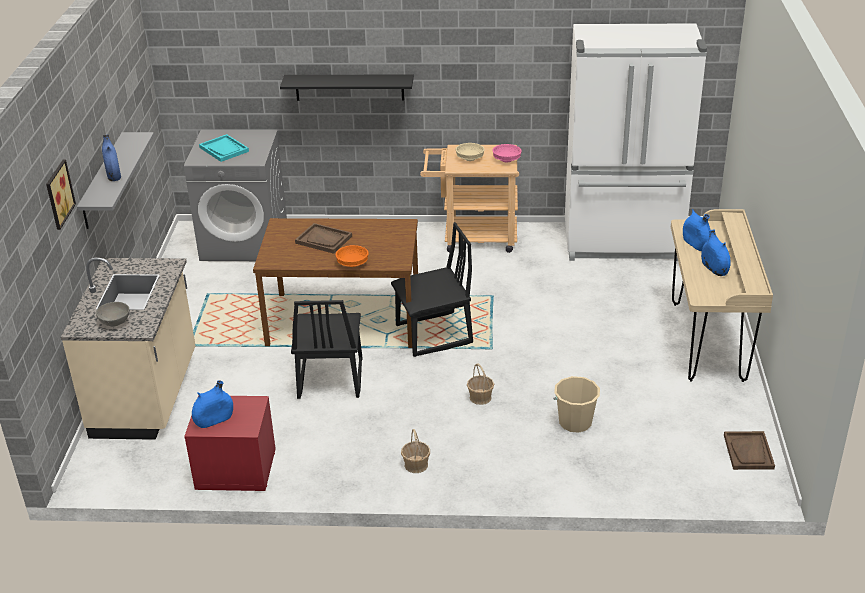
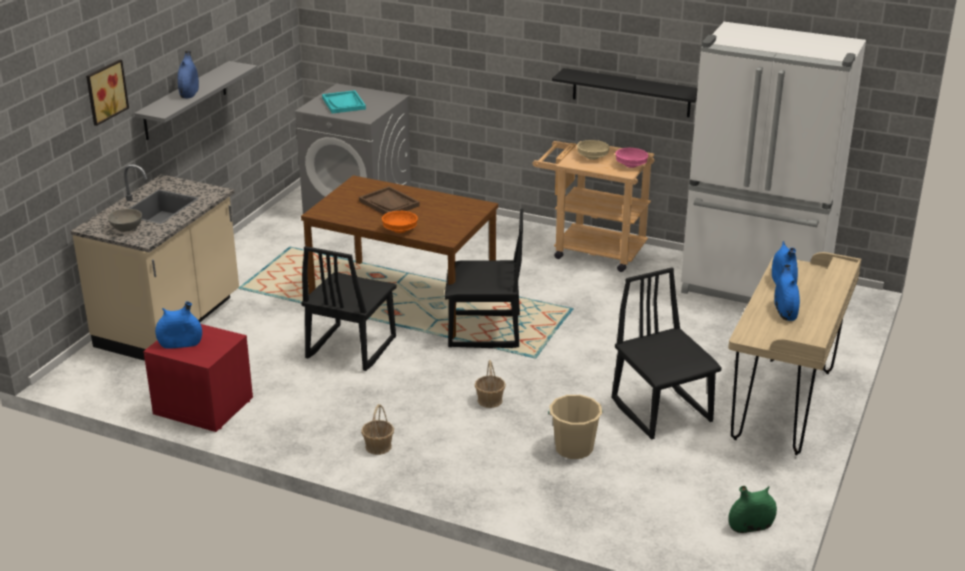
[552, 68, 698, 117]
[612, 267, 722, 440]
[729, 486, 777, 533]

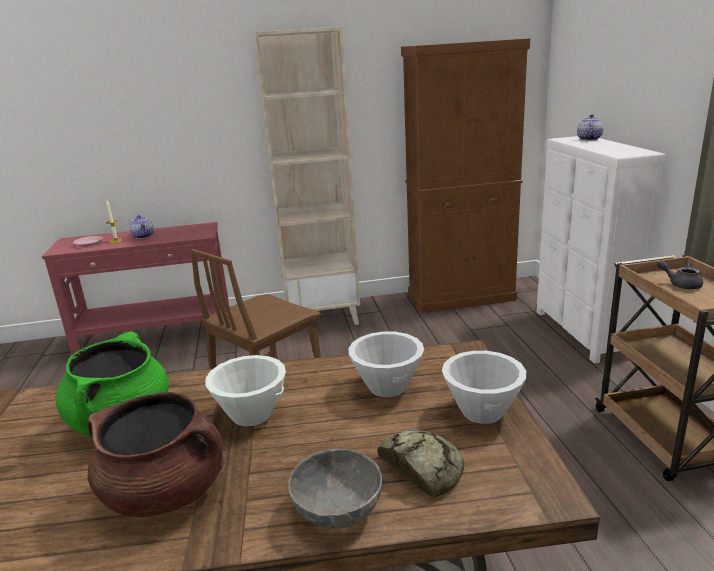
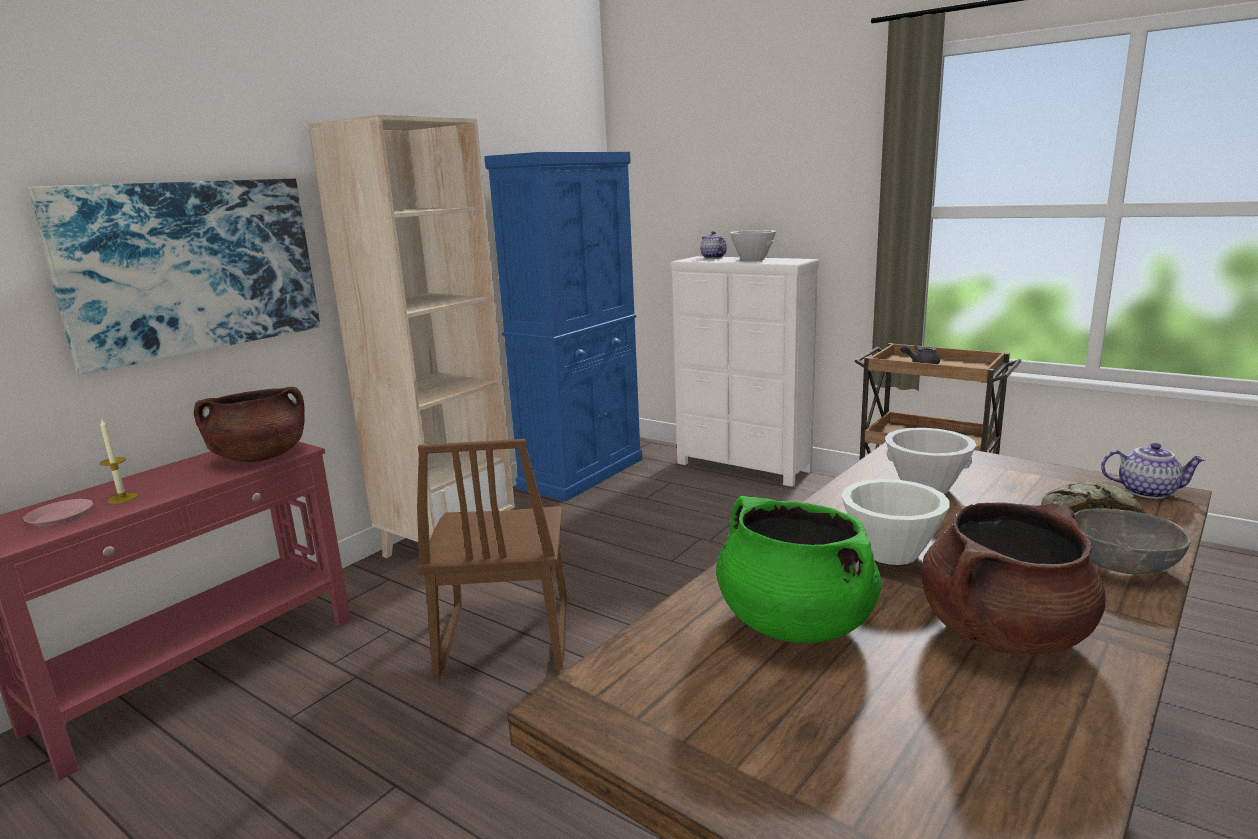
[27, 179, 320, 374]
[194, 387, 305, 462]
[484, 152, 642, 501]
[730, 230, 776, 261]
[1101, 443, 1206, 499]

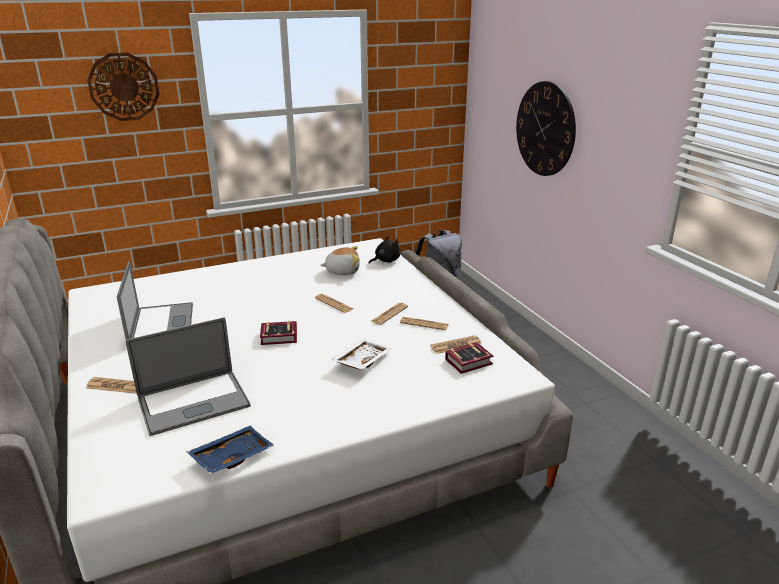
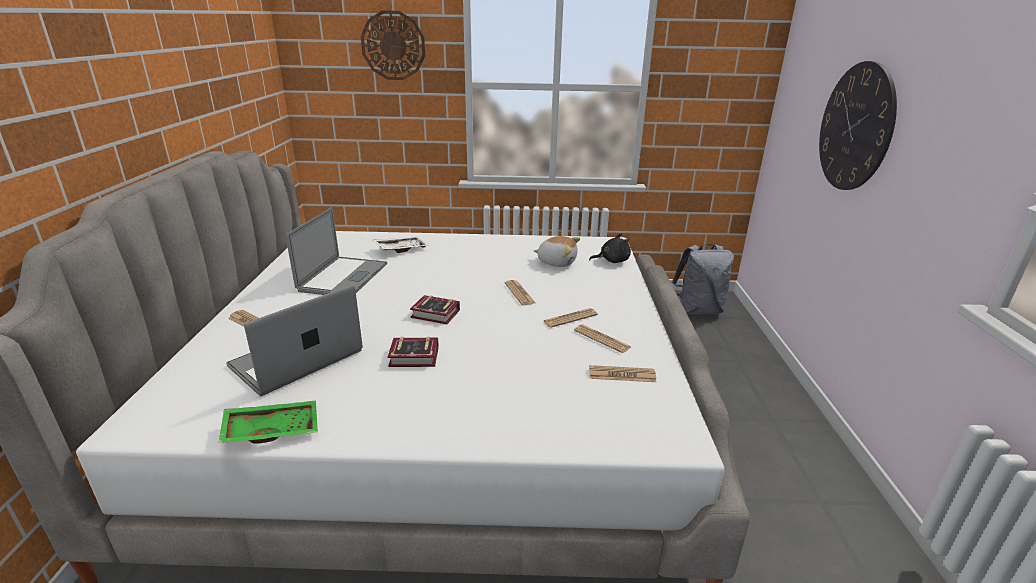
[219, 401, 318, 444]
[226, 285, 363, 396]
[373, 236, 430, 253]
[388, 337, 439, 367]

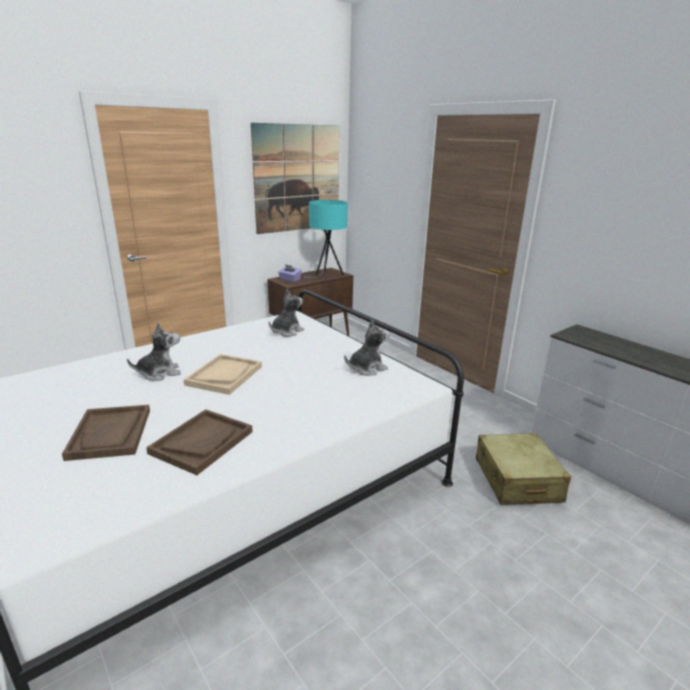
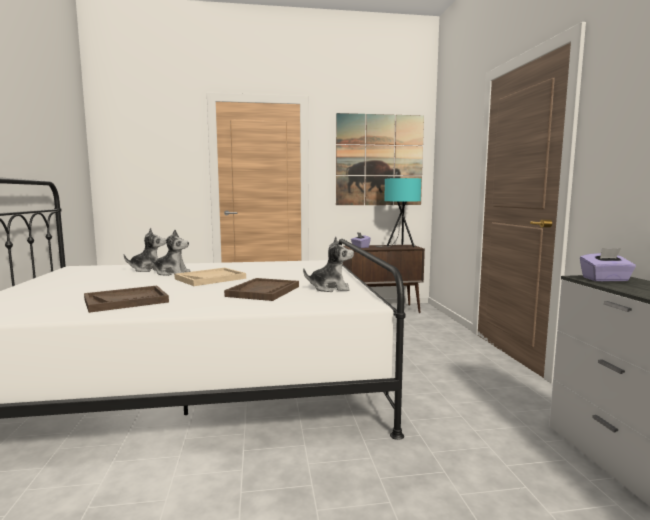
[124, 228, 166, 272]
[224, 278, 299, 301]
[580, 248, 636, 282]
[476, 433, 571, 505] (first image)

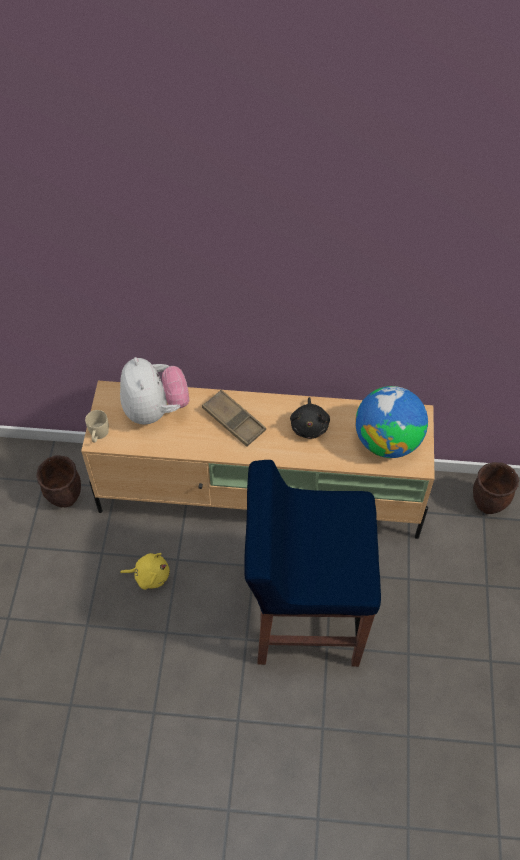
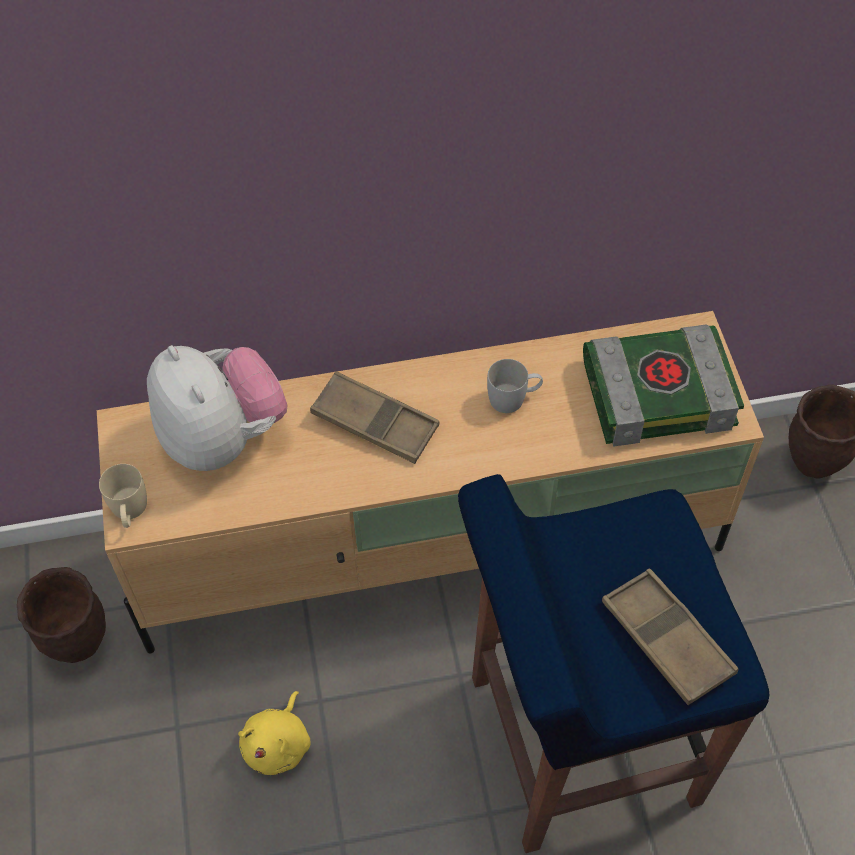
[238, 691, 311, 775]
[487, 359, 543, 413]
[583, 325, 744, 447]
[602, 568, 738, 705]

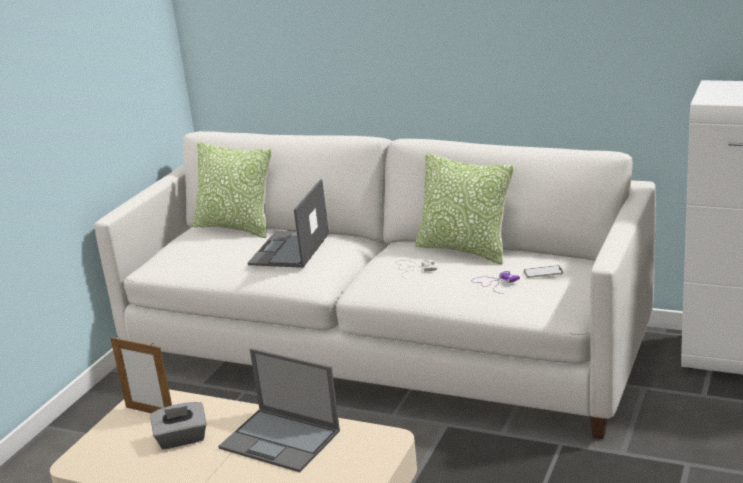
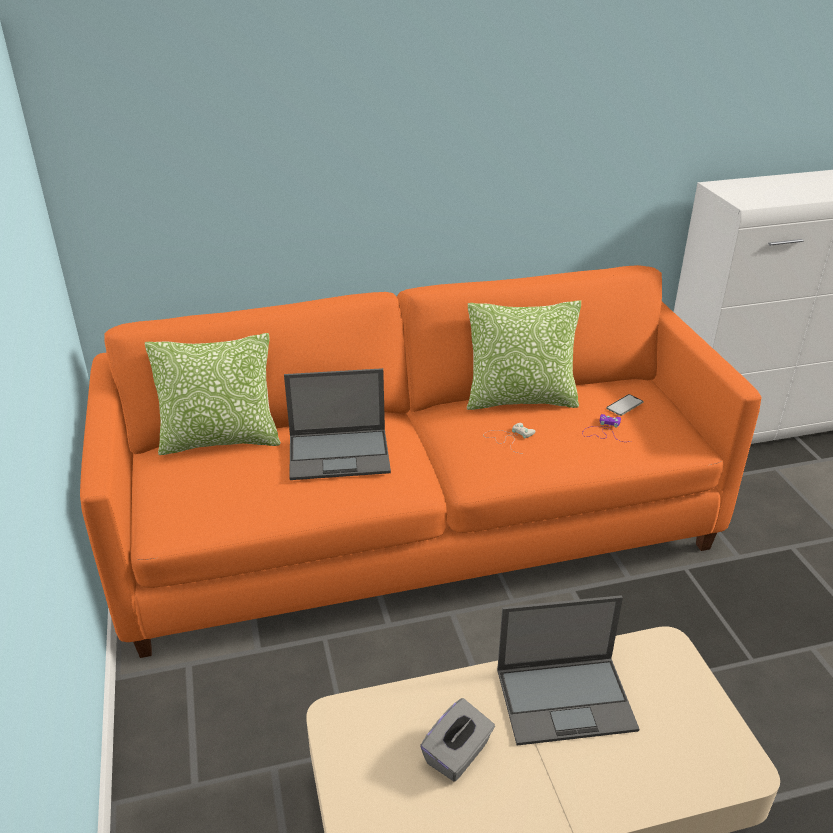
[80, 265, 762, 658]
[284, 368, 391, 480]
[111, 336, 172, 413] (first image)

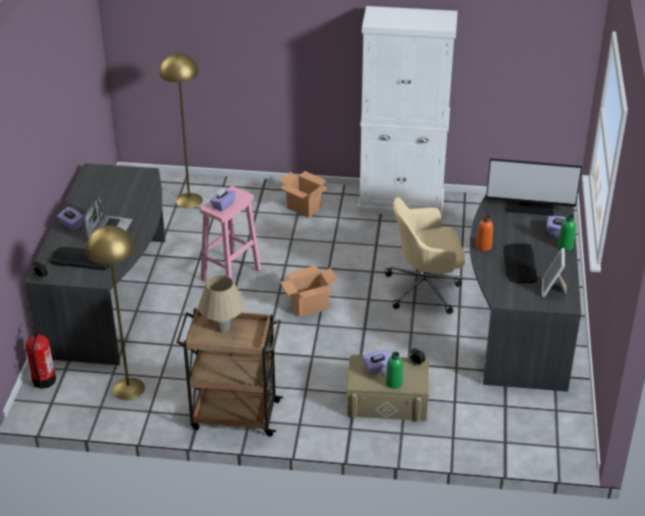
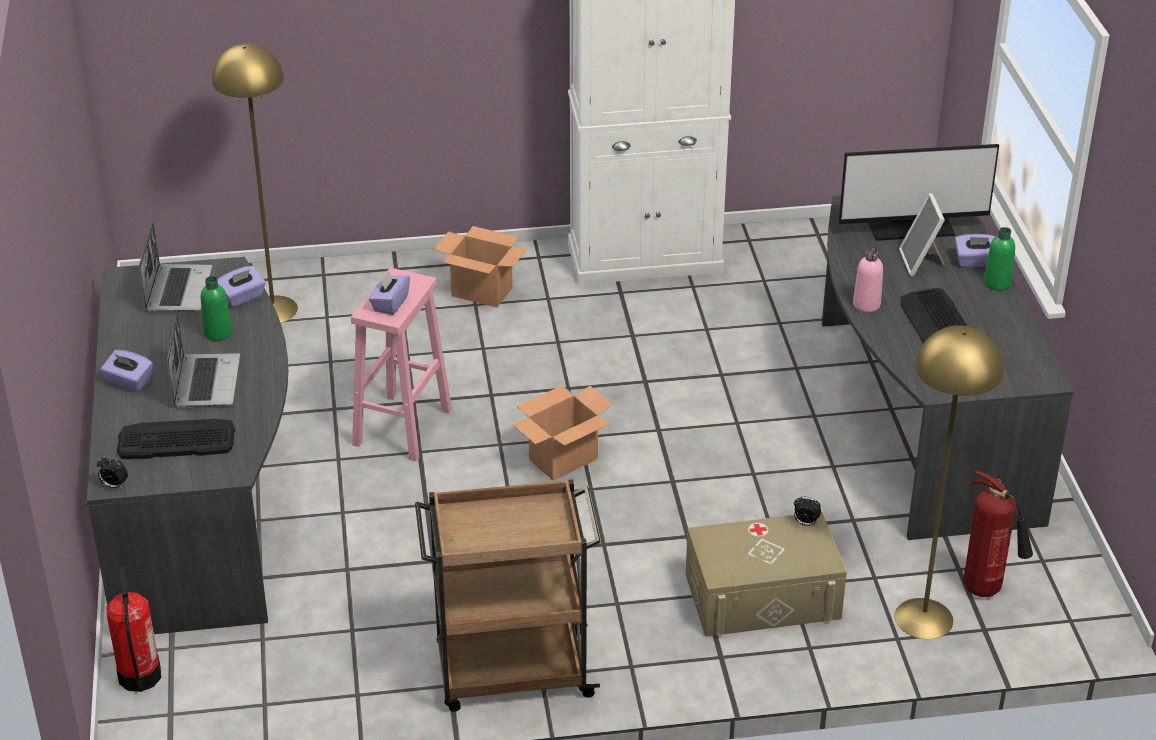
[139, 222, 212, 312]
[201, 276, 232, 341]
[217, 266, 266, 308]
[853, 248, 883, 312]
[895, 325, 1004, 639]
[899, 193, 945, 276]
[963, 470, 1033, 597]
[198, 275, 244, 333] (first image)
[385, 197, 466, 314] (first image)

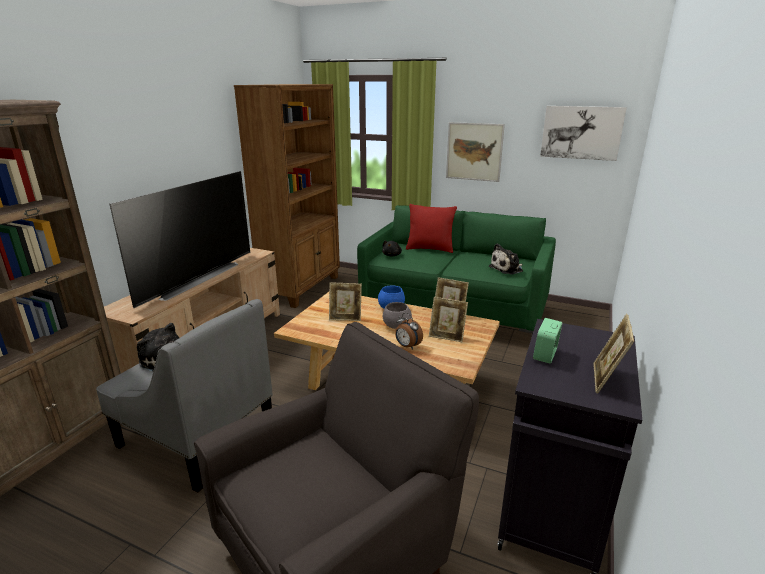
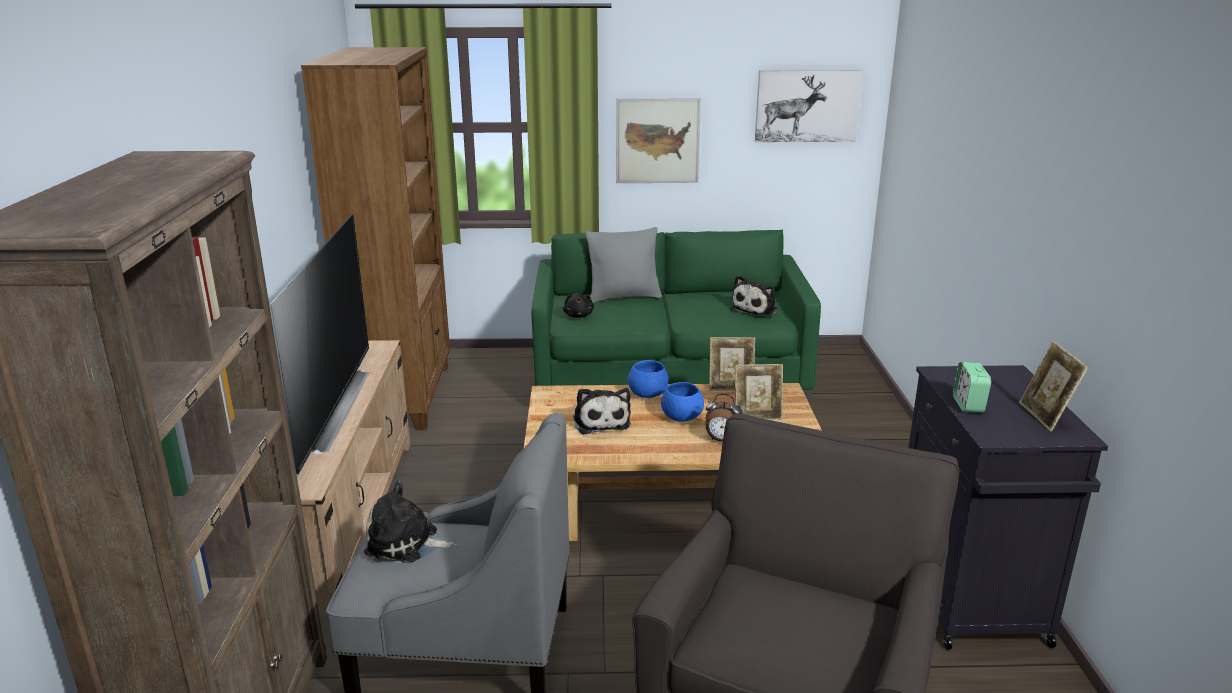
[573, 388, 631, 435]
[585, 227, 662, 303]
[661, 382, 704, 421]

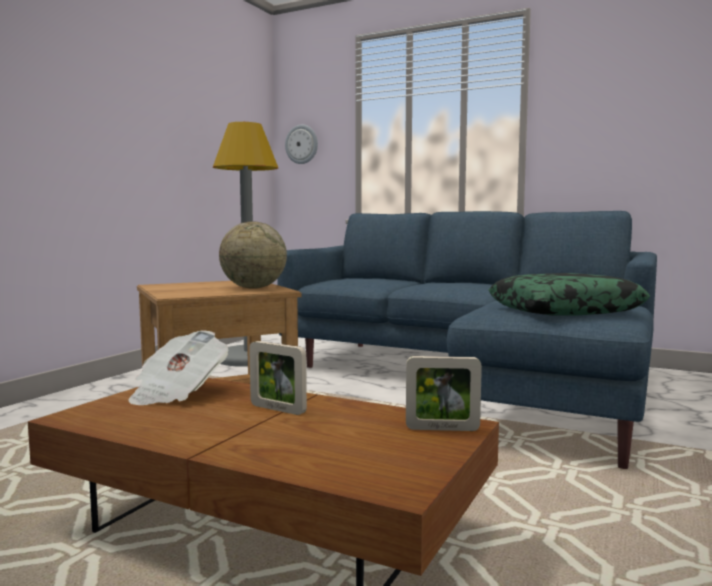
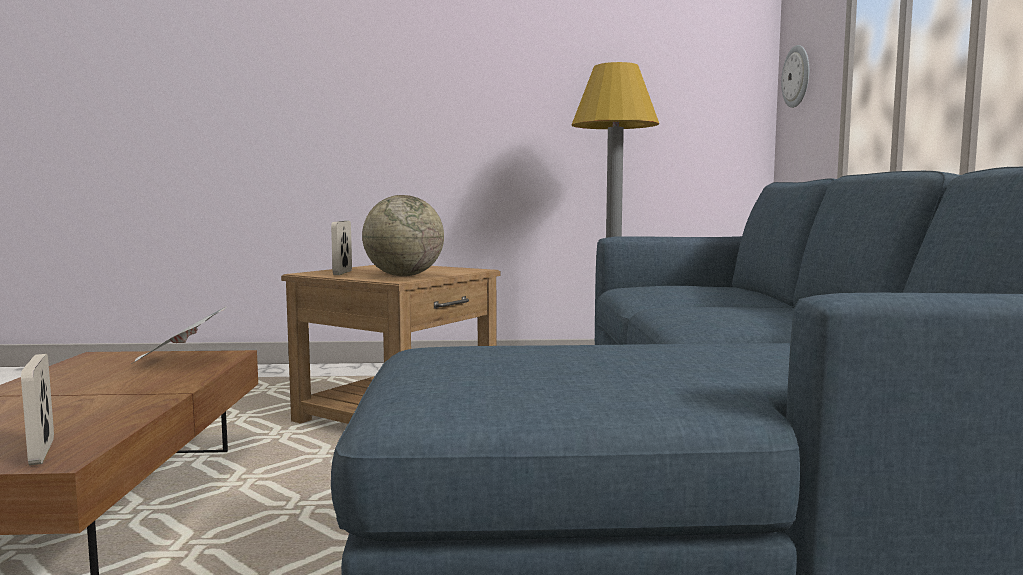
[331, 221, 352, 275]
[488, 273, 650, 316] (first image)

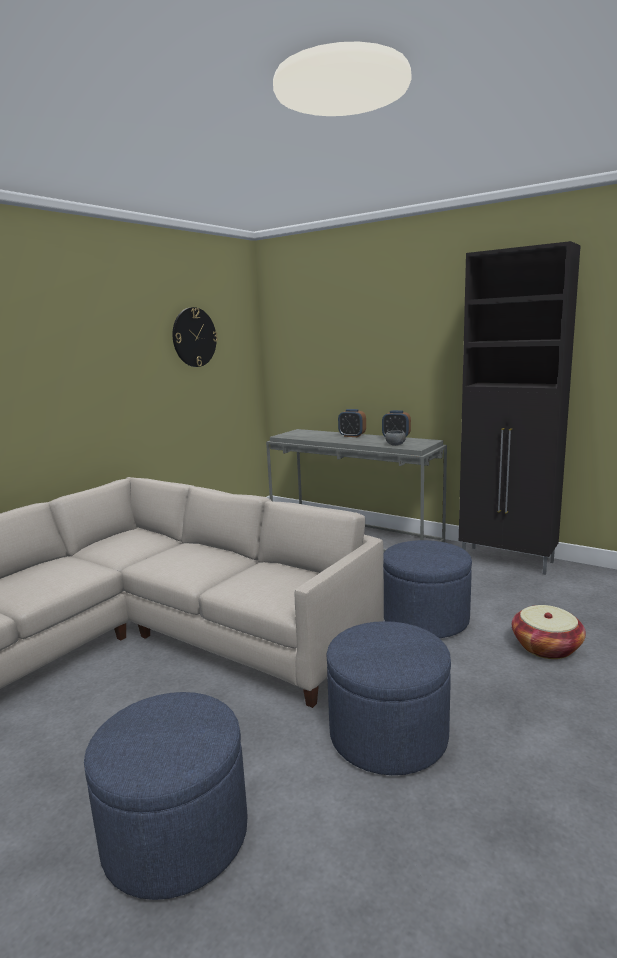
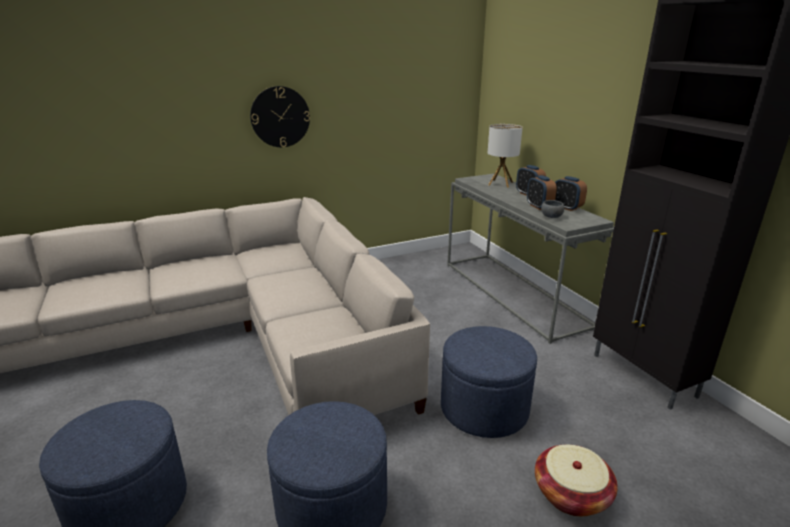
[250, 86, 310, 147]
[488, 124, 523, 188]
[527, 175, 557, 210]

